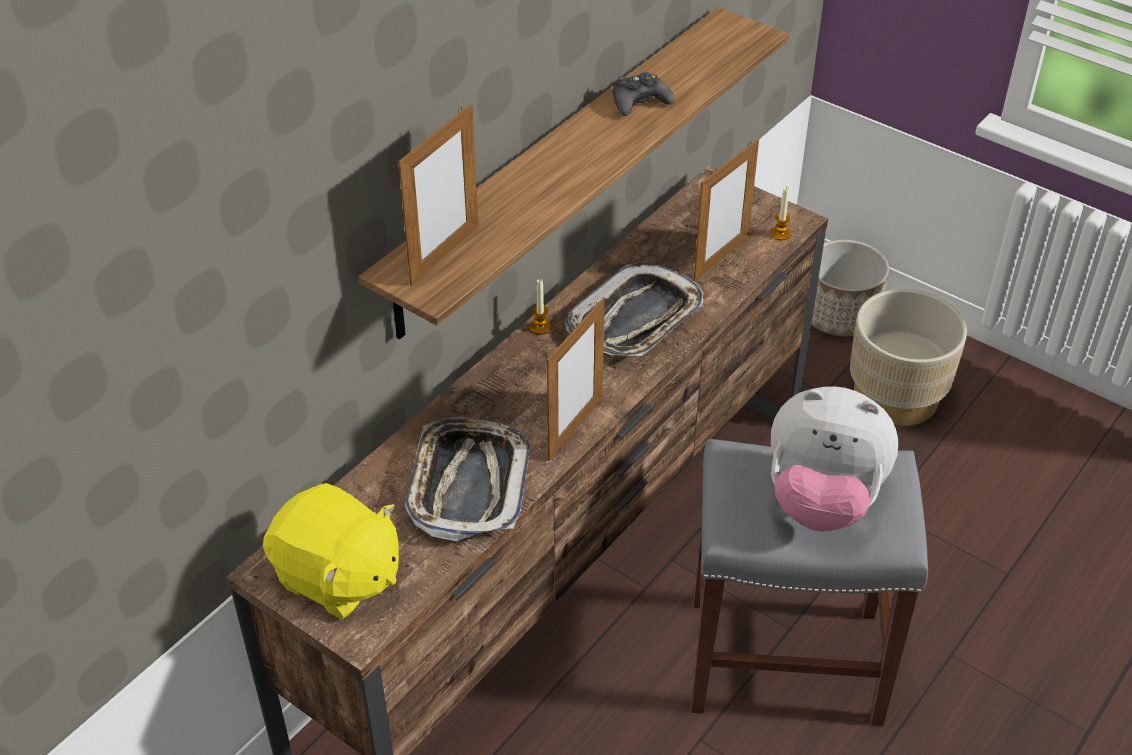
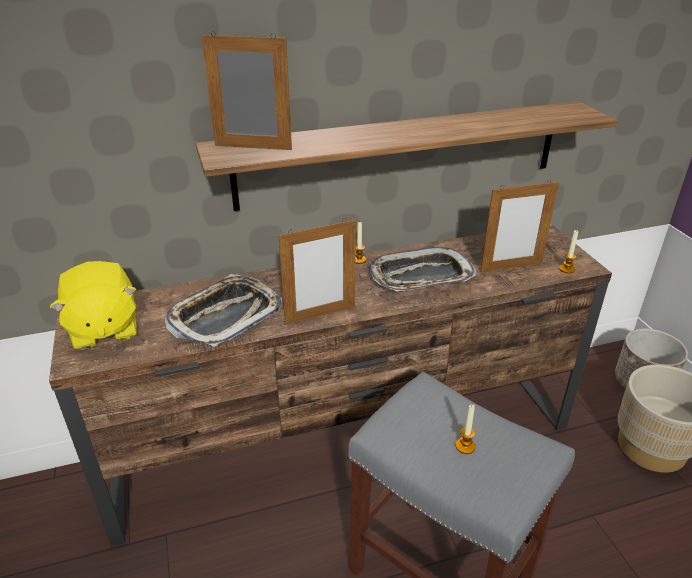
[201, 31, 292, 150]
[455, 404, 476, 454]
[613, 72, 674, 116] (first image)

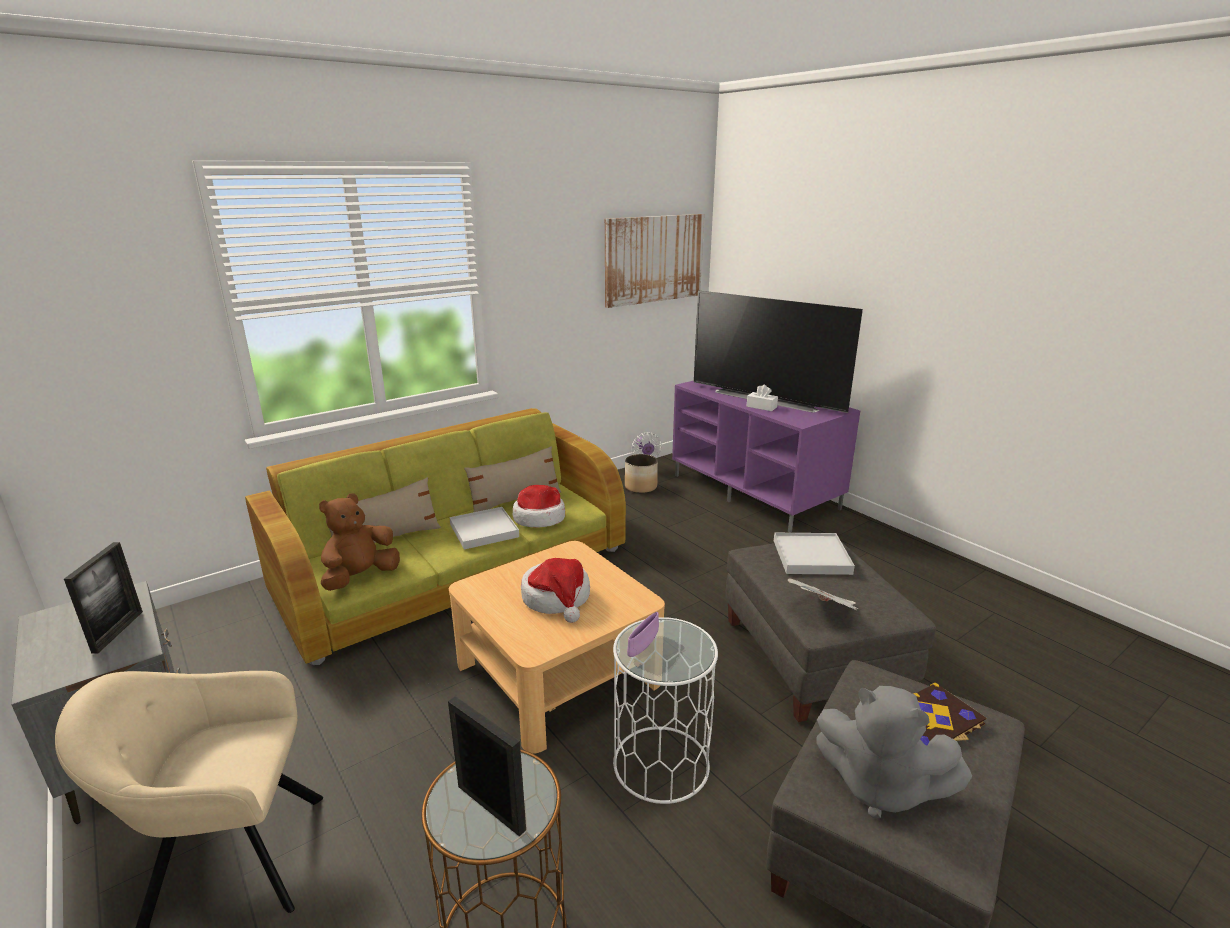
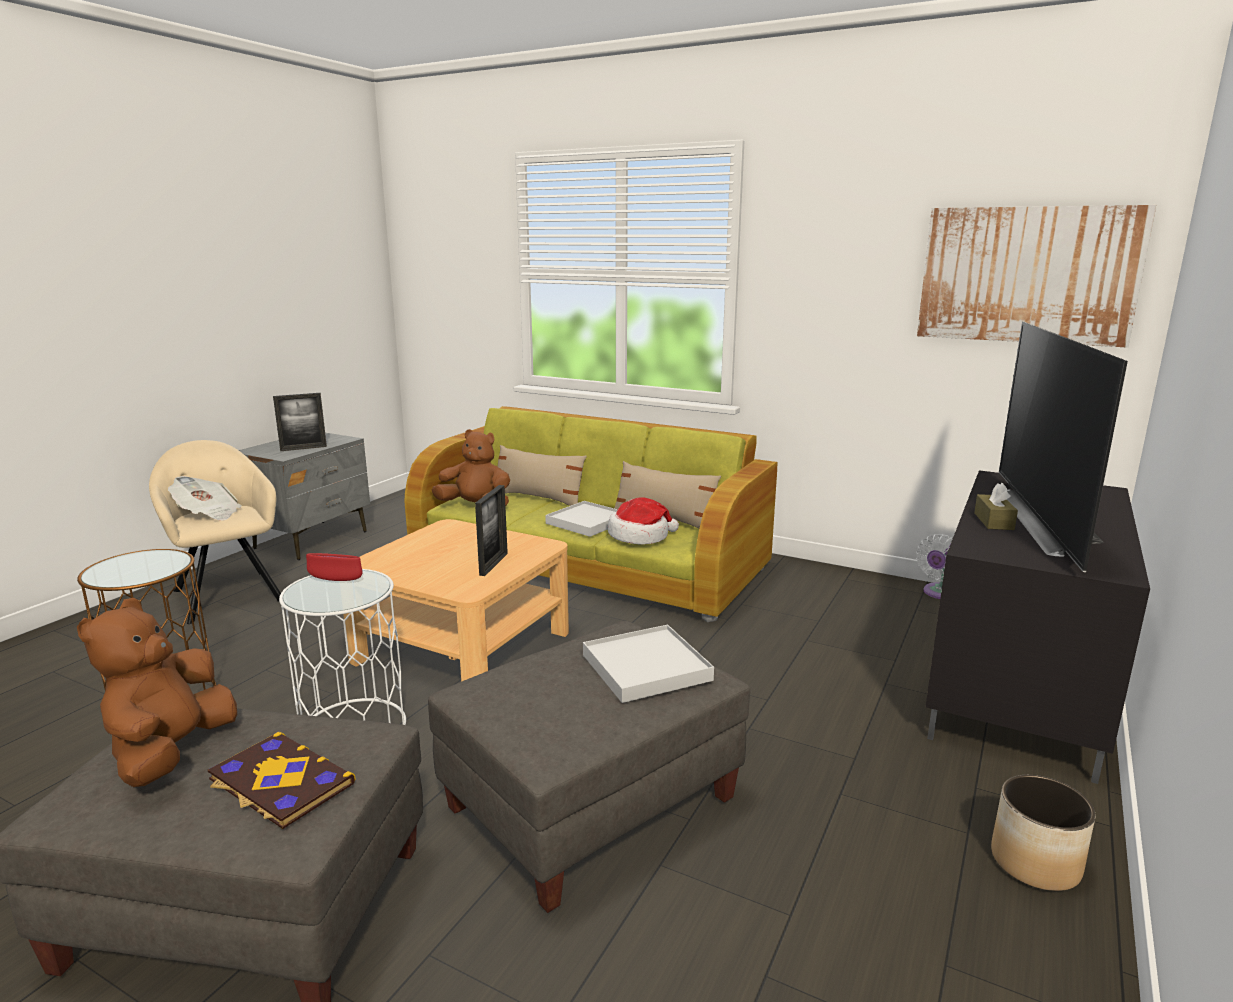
[77, 598, 237, 787]
[168, 476, 242, 520]
[306, 553, 362, 581]
[475, 485, 508, 576]
[926, 470, 1150, 784]
[974, 483, 1018, 530]
[991, 775, 1096, 891]
[521, 558, 590, 623] (first image)

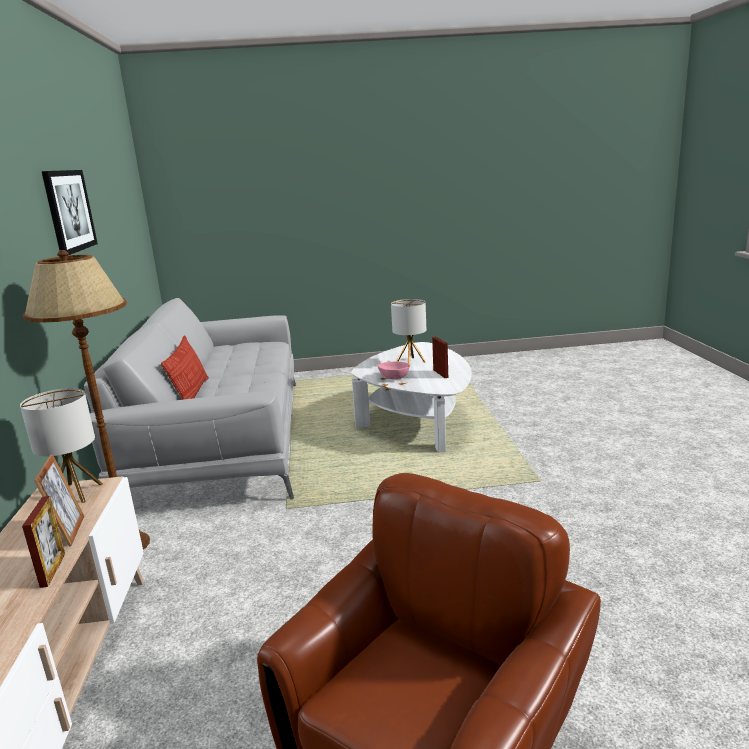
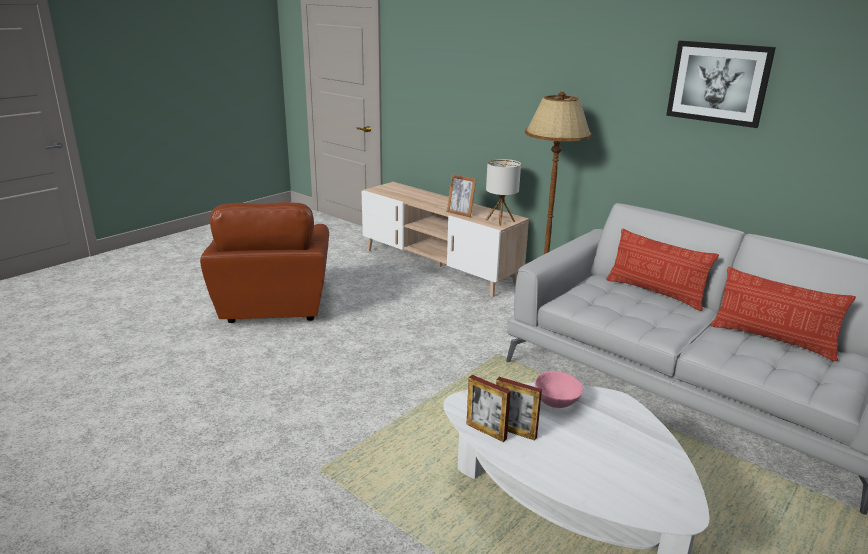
[466, 375, 511, 442]
[711, 267, 856, 361]
[391, 299, 427, 365] (first image)

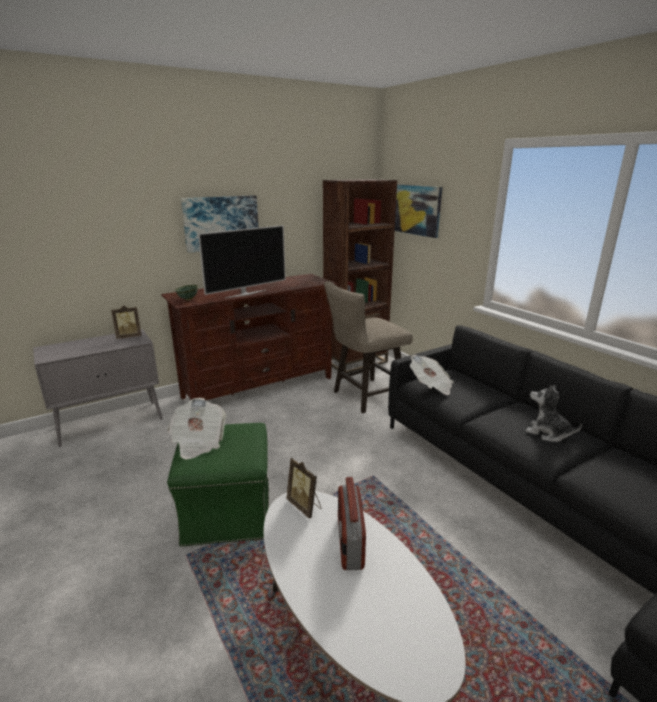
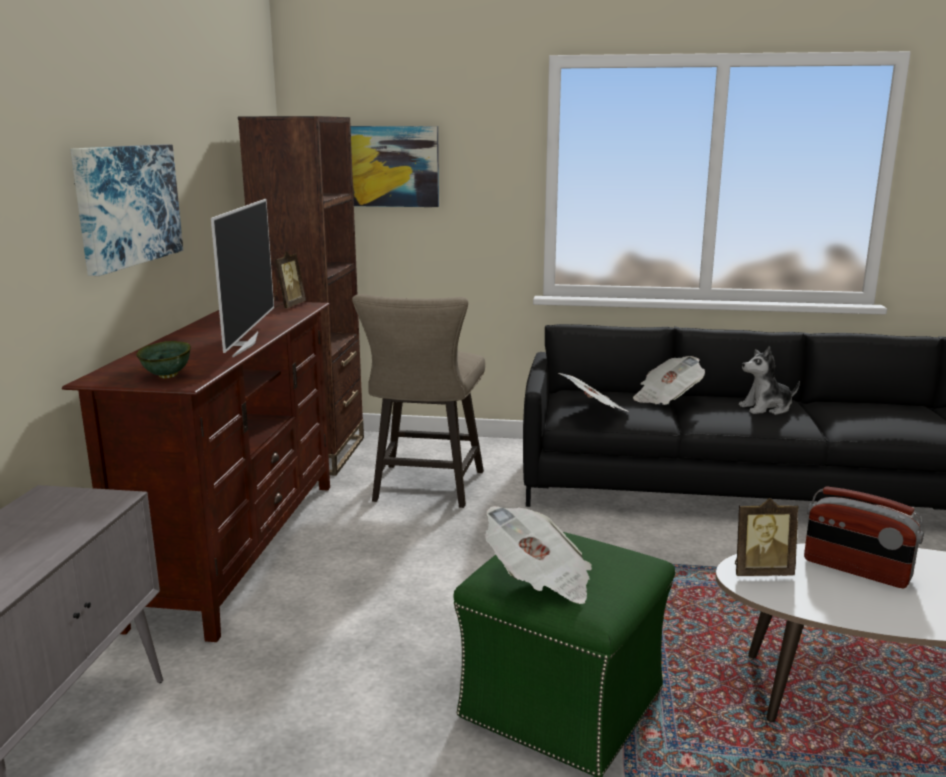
[274, 251, 306, 308]
[633, 356, 705, 405]

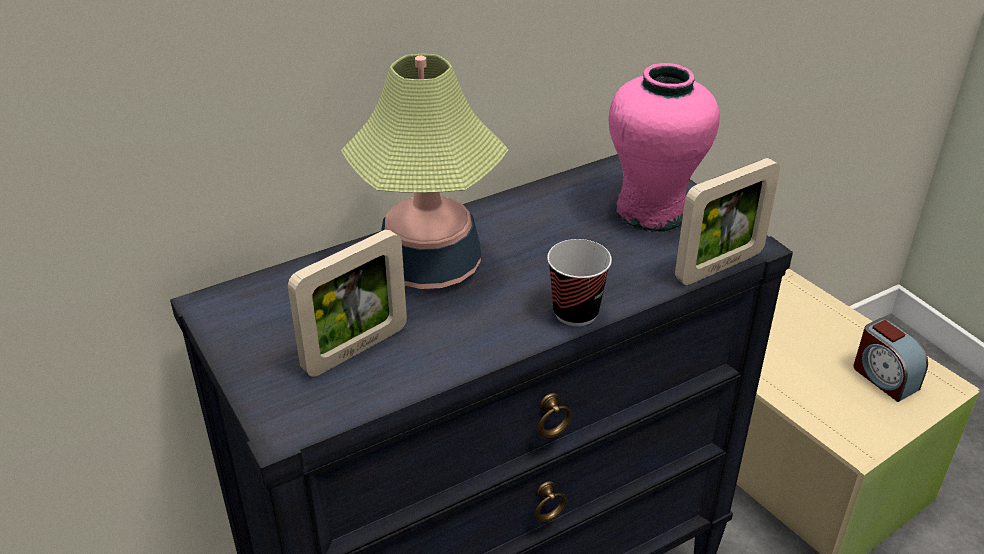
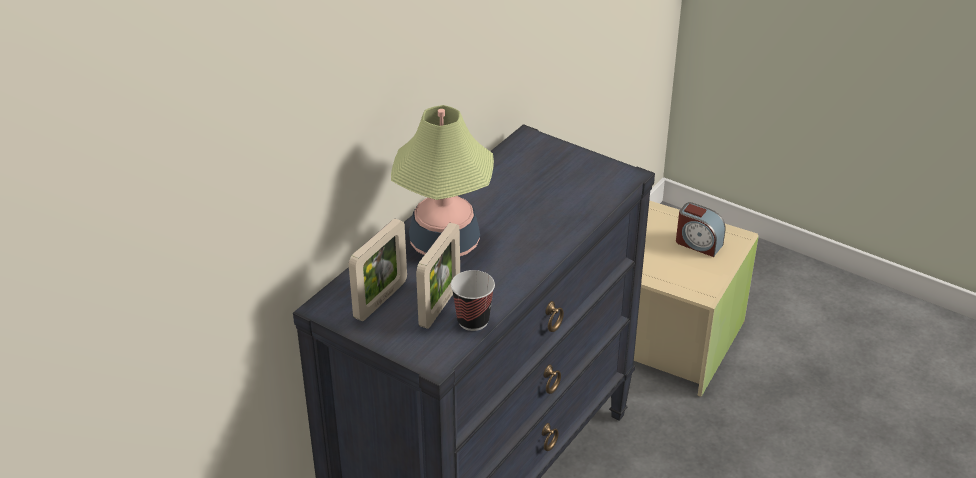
[349, 219, 407, 321]
[451, 270, 495, 331]
[609, 63, 720, 232] (first image)

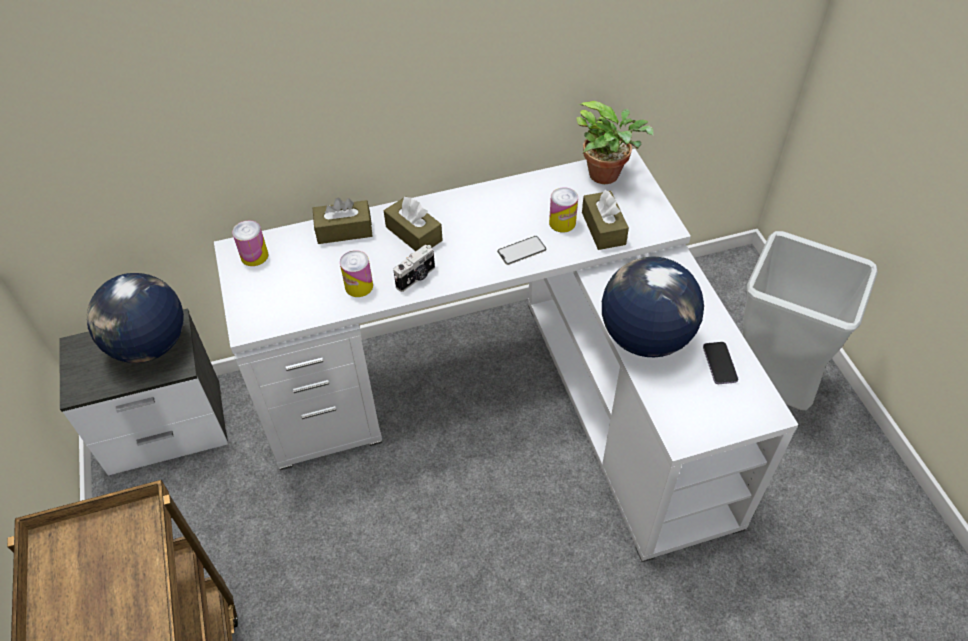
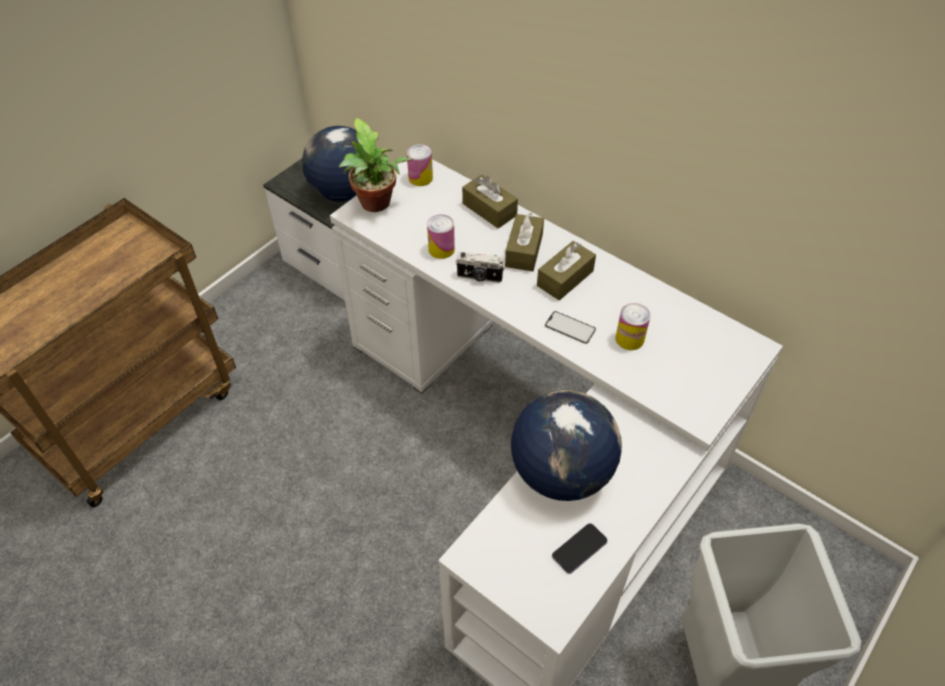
[339, 118, 412, 212]
[537, 241, 596, 300]

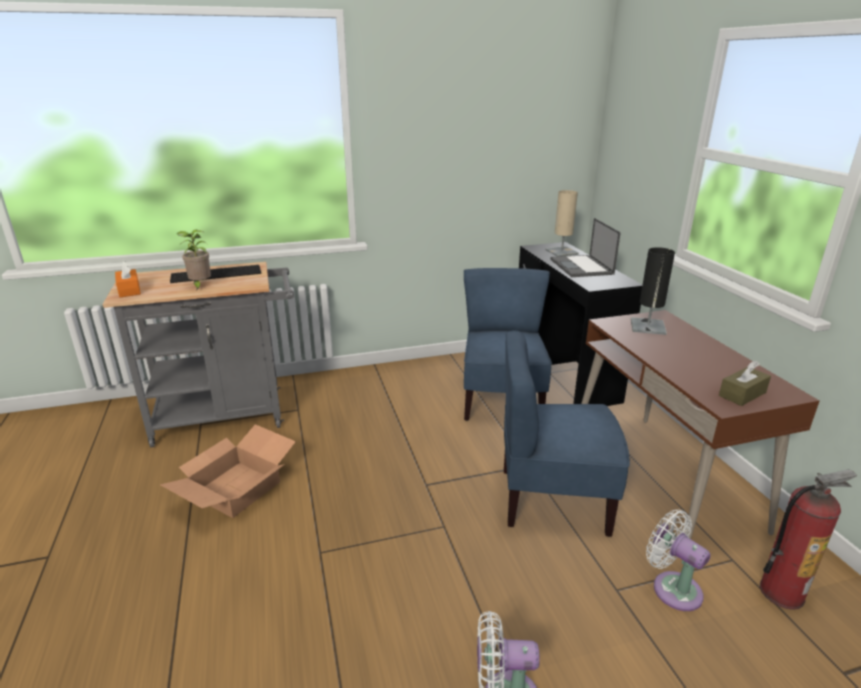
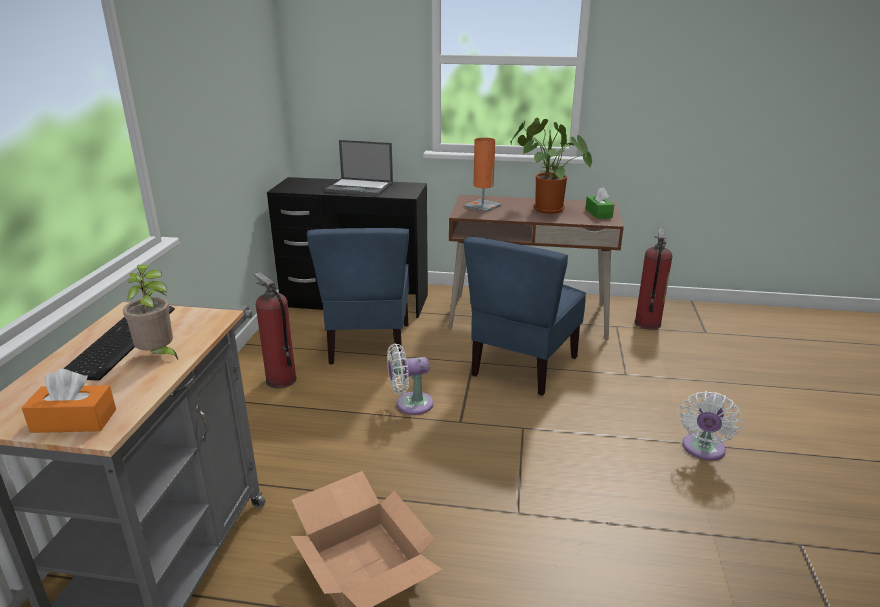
[254, 272, 297, 388]
[307, 228, 409, 365]
[387, 344, 433, 415]
[464, 138, 501, 212]
[511, 118, 592, 214]
[585, 188, 614, 219]
[546, 190, 579, 257] (first image)

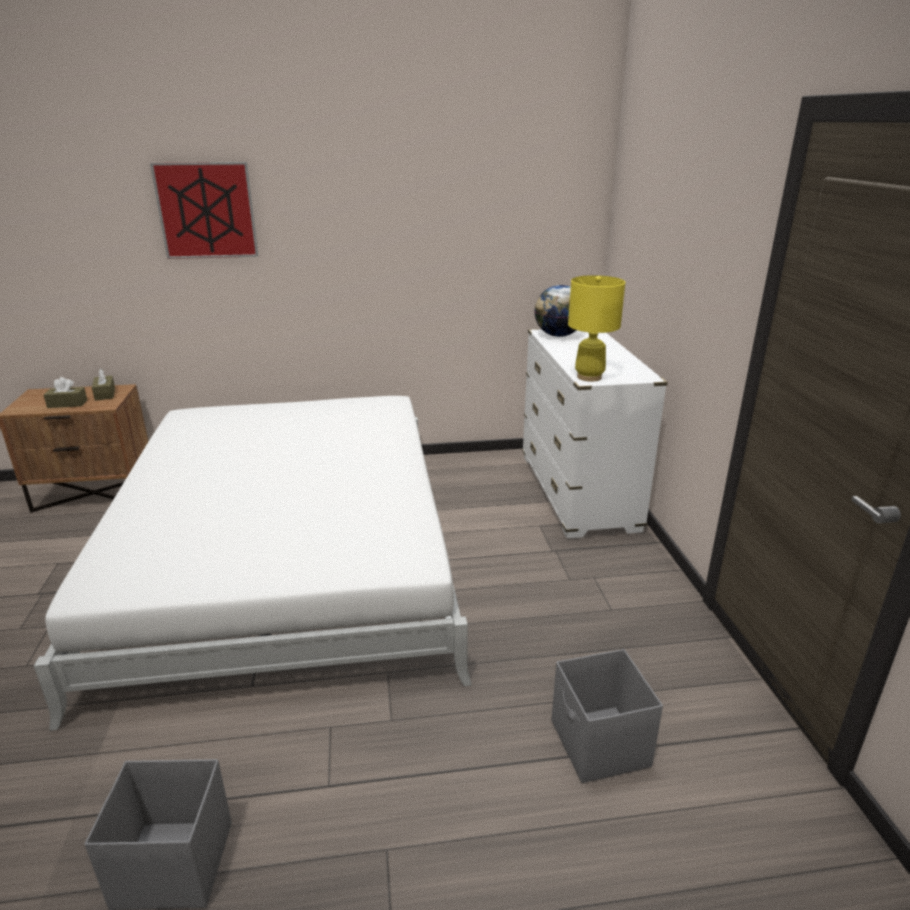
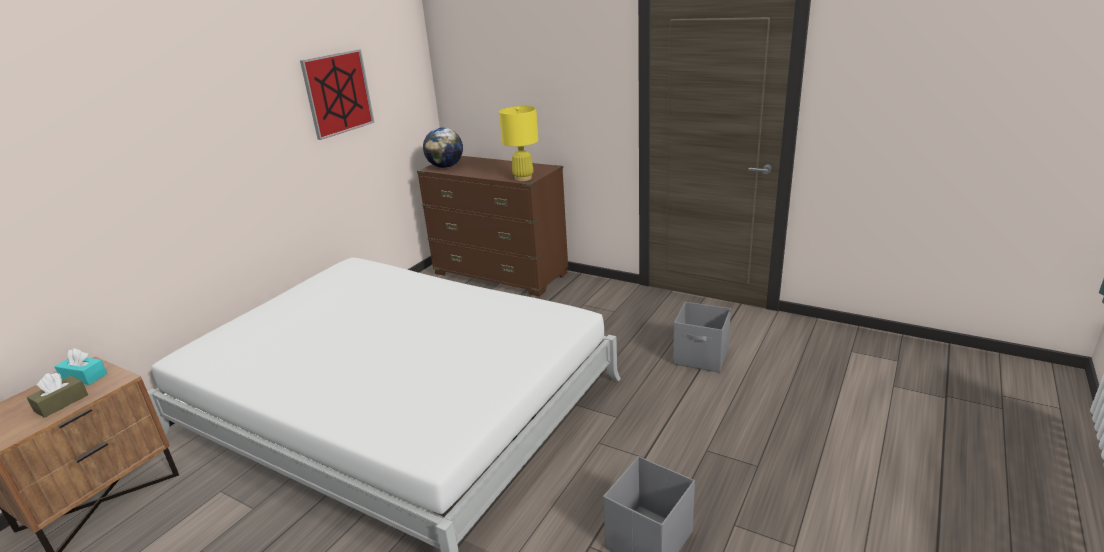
[55, 348, 107, 385]
[300, 49, 374, 140]
[417, 156, 569, 297]

